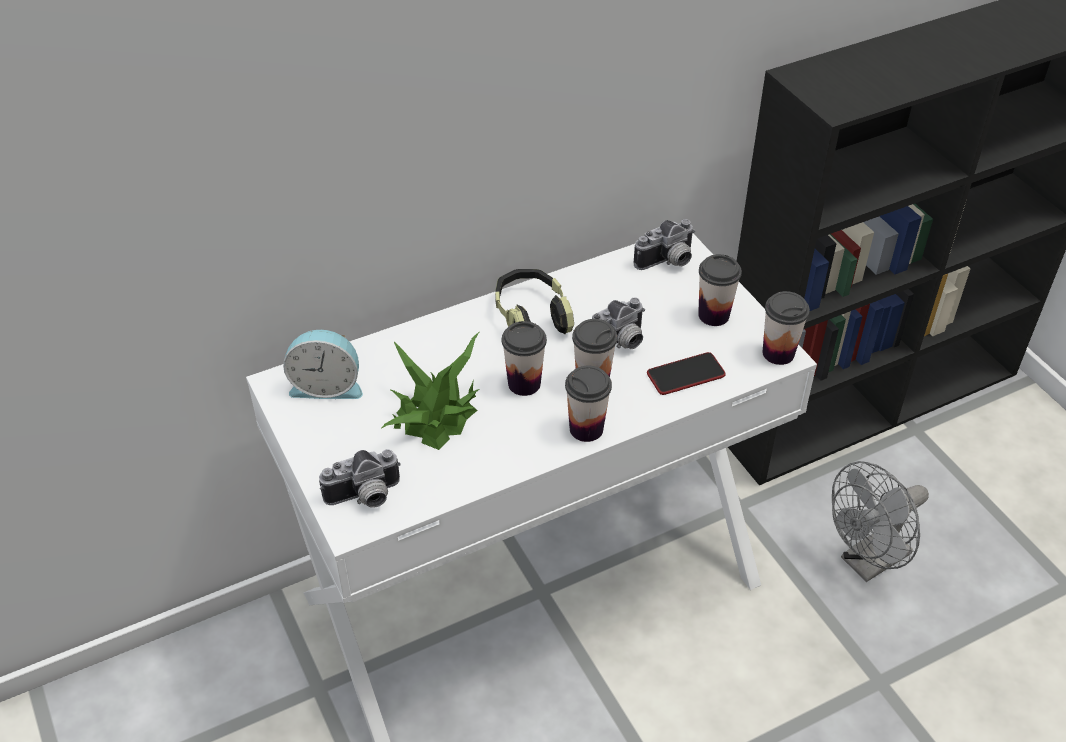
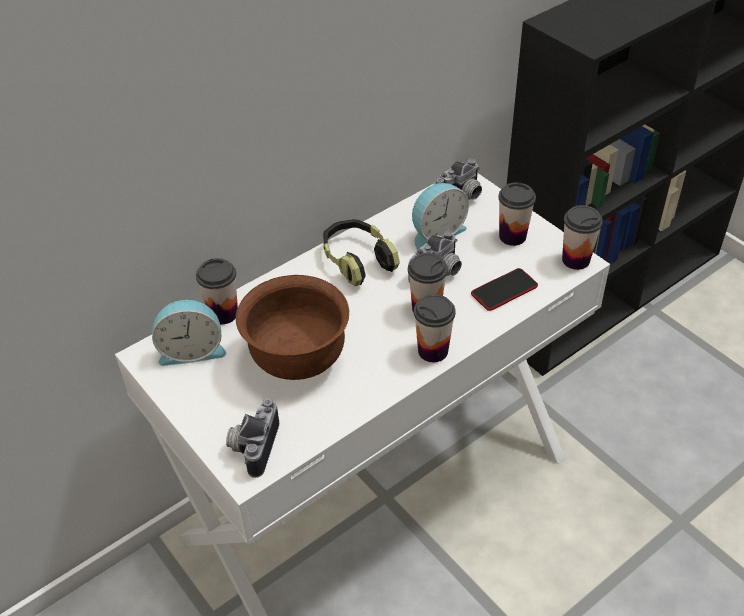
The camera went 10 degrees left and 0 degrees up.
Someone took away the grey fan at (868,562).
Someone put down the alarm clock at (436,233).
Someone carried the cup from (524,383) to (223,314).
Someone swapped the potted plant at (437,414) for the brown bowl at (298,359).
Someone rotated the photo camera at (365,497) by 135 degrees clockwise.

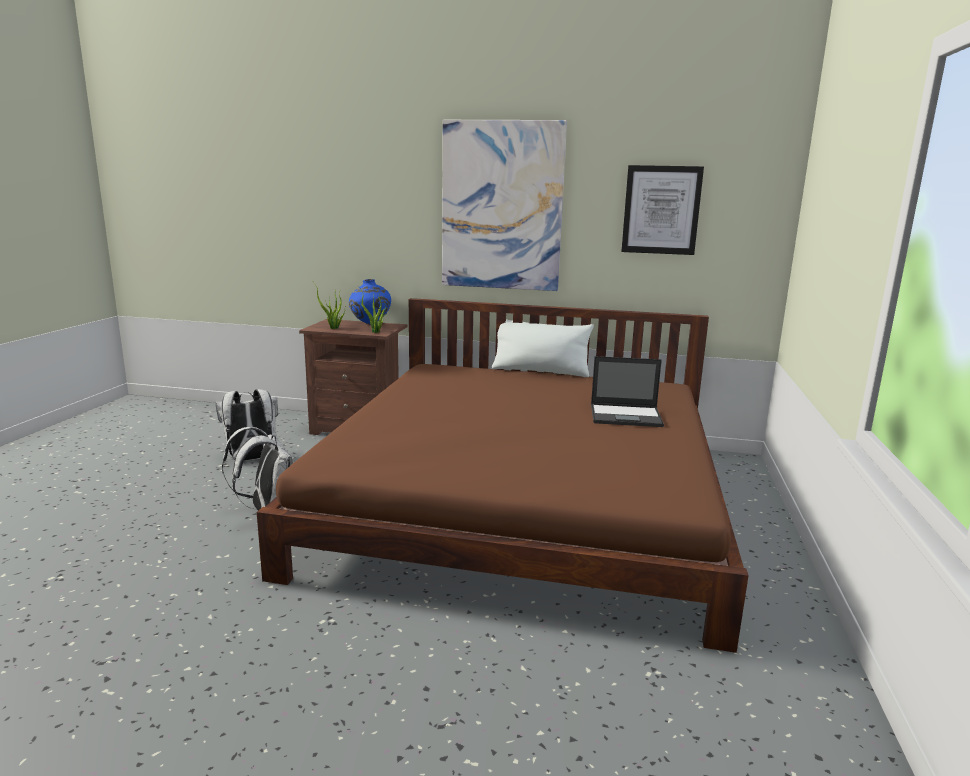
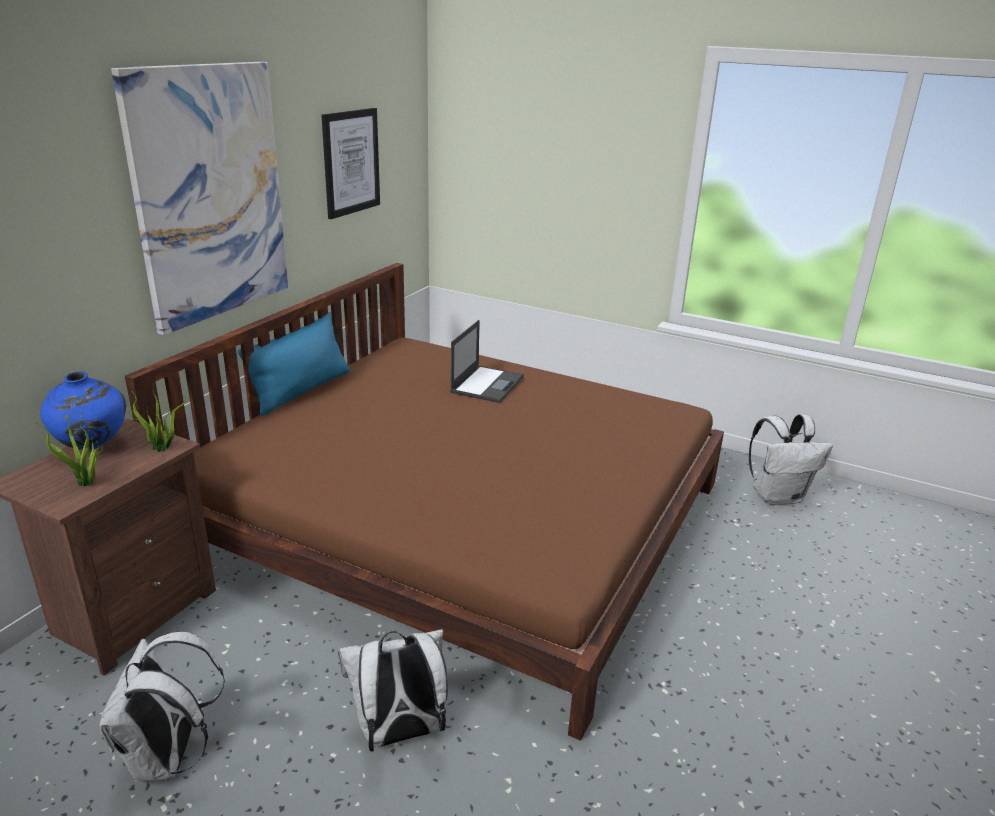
The camera went 75 degrees left and 10 degrees up.
Someone put down the white backpack at (778,496).
Someone repainted the white pillow at (540,371), which became the blue pillow at (301,390).

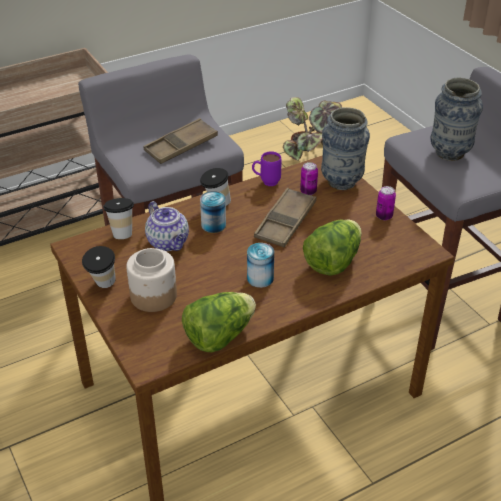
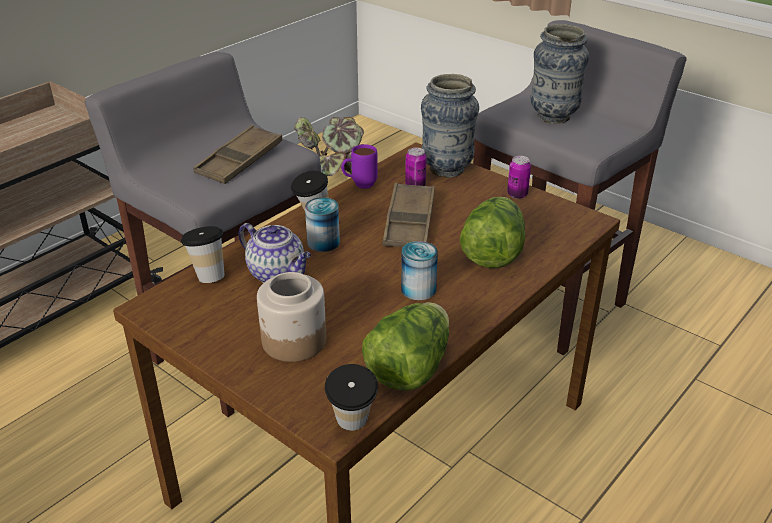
The camera went 20 degrees left and 5 degrees down.
Someone carried the cup from (103,286) to (352,427).

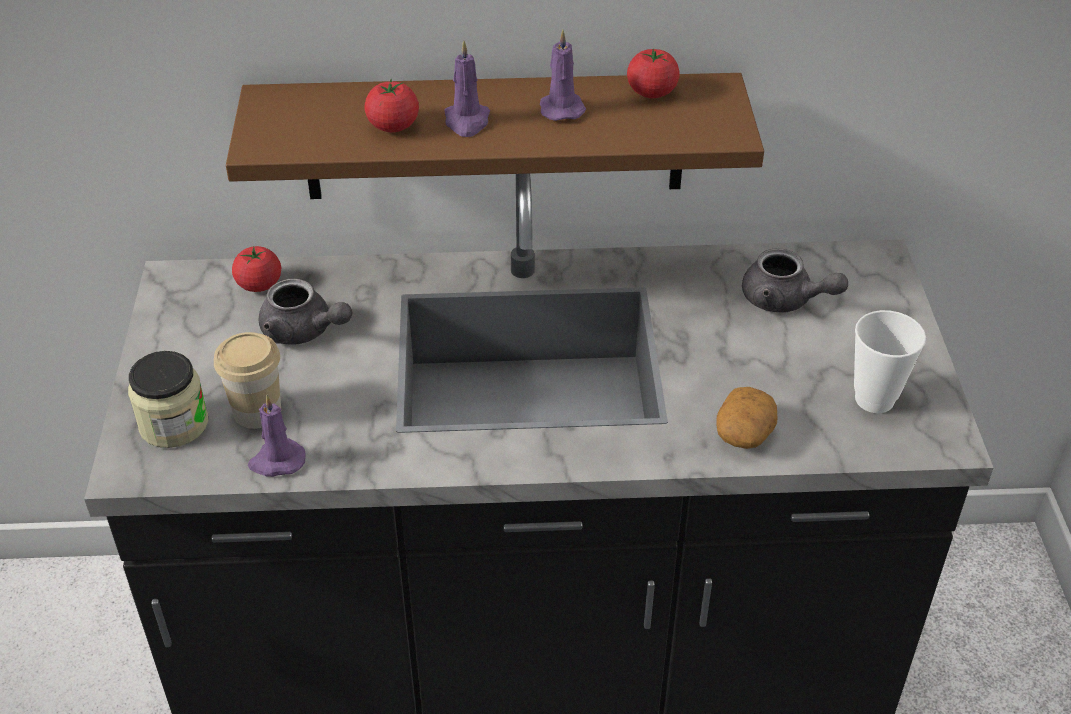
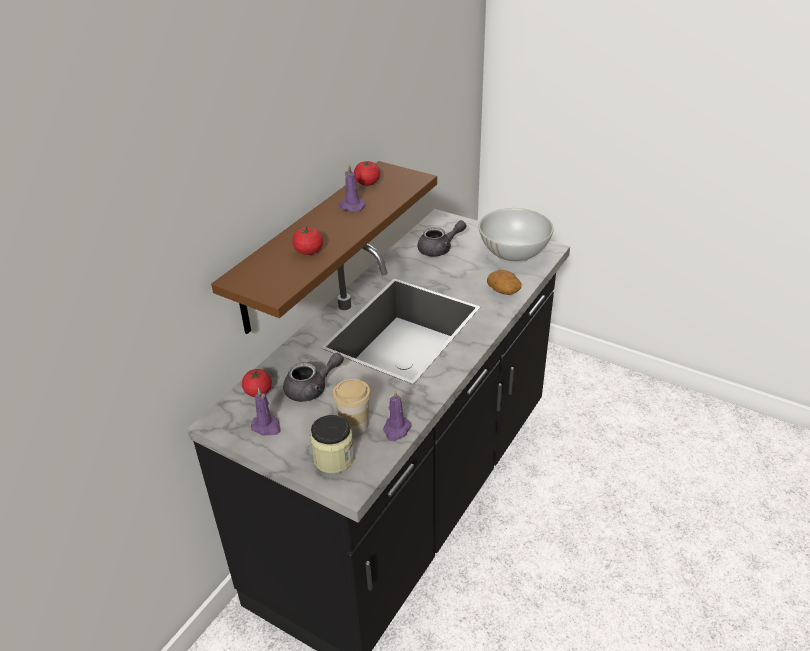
The camera went 55 degrees left and 5 degrees down.
Someone carried the purple candle from (467,122) to (267,427).
Someone swapped the cup at (874,399) for the white bowl at (514,254).

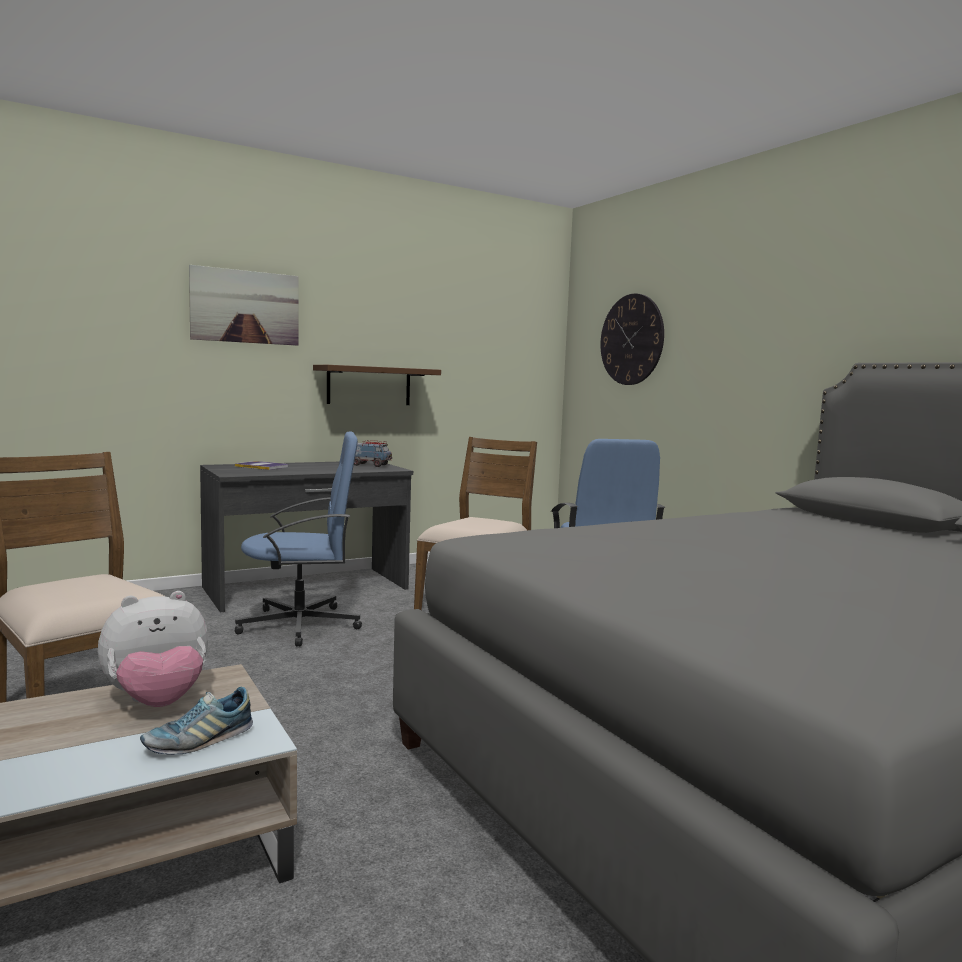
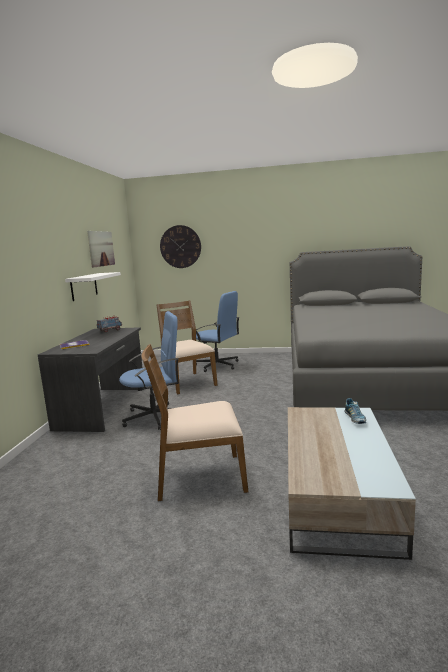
The camera went 50 degrees left and 5 degrees up.
Someone took away the plush toy at (157,702).
Someone carried the picture from (245,307) to (101,248).
Someone repainted the brown shelf at (369,385), which became the white shelf at (84,286).
Someone rotated the blue office chair at (302,625) by 45 degrees clockwise.

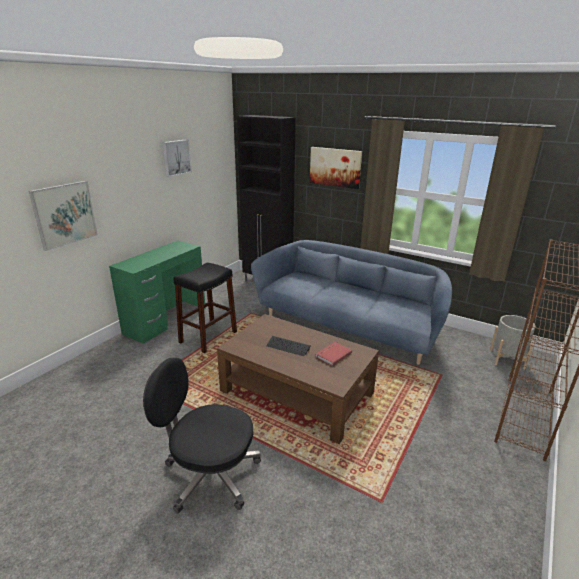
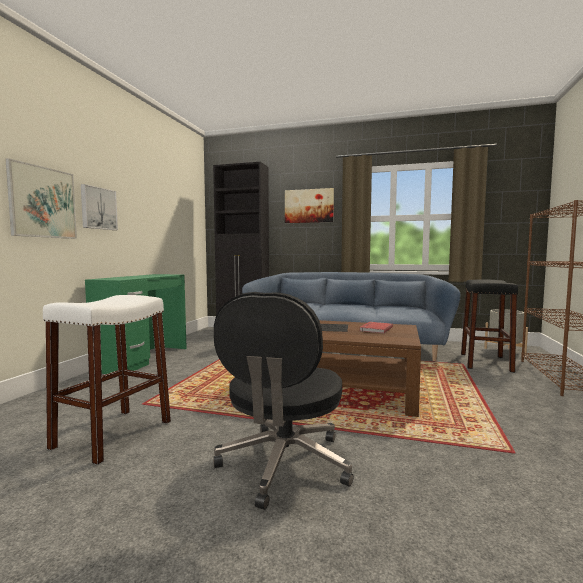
The camera went 15 degrees left and 20 degrees down.
Someone put down the white stool at (113,434).
Someone carried the picture from (176,157) to (98,208).
Someone carried the black stool from (208,337) to (485,362).
Someone rotated the black office chair at (209,474) by 75 degrees counterclockwise.

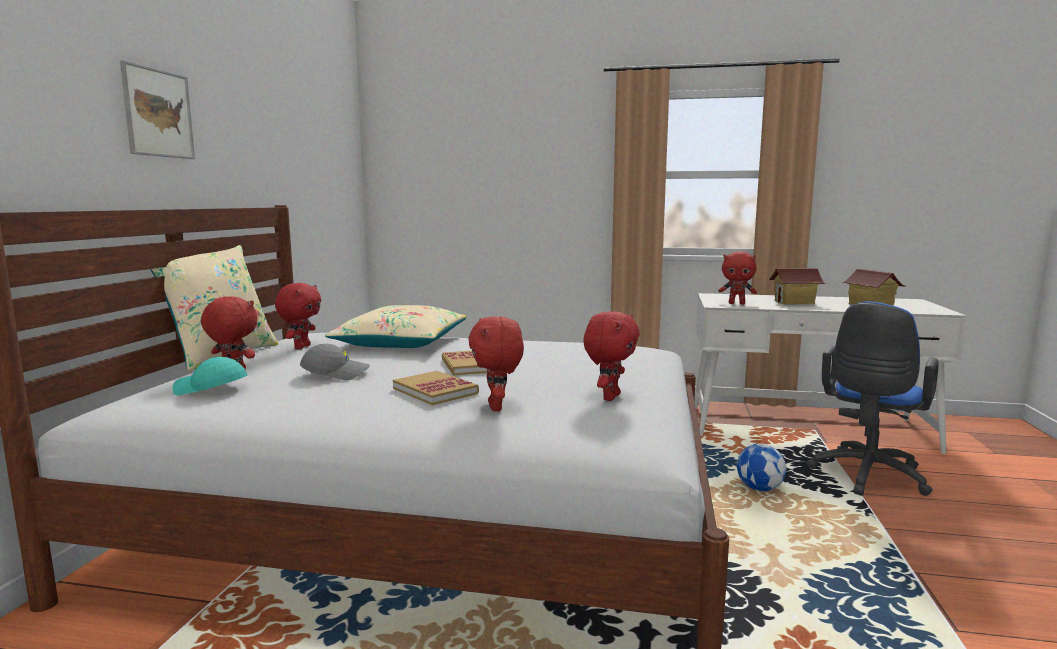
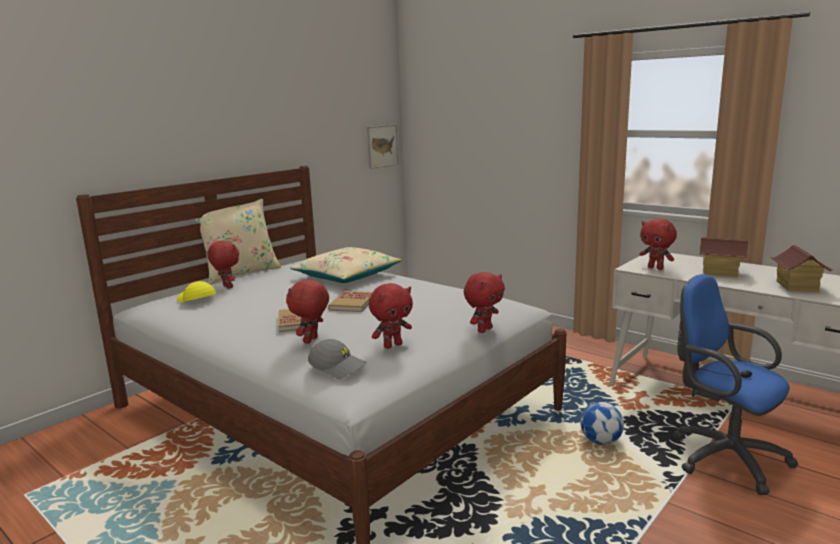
The camera went 30 degrees right and 5 degrees up.
Someone carried the picture from (158,113) to (382,146).
Someone carried the red plush toy from (301,347) to (484,330).
Someone carried the grey cap from (336,373) to (338,367).
Someone repainted the turquoise cap at (210,389), which became the yellow cap at (196,300).
Someone rotated the blue office chair at (866,477) by 75 degrees clockwise.

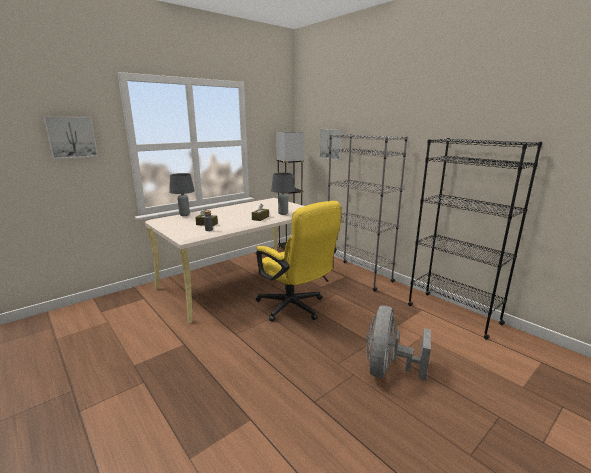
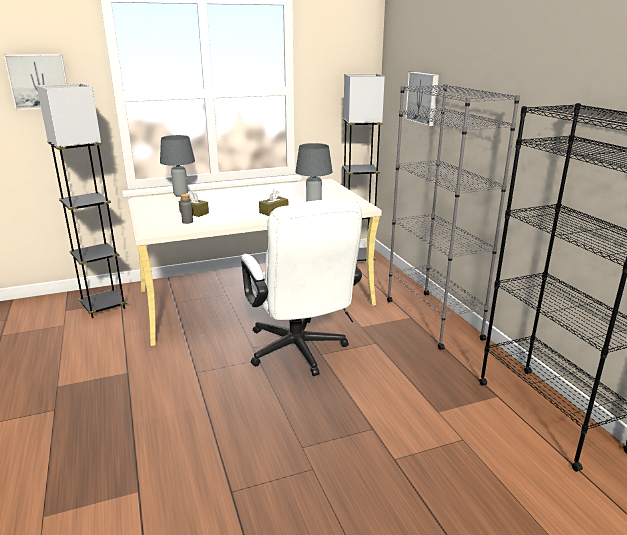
The camera went 20 degrees right and 5 degrees up.
Someone took away the grey fan at (388,369).
Someone put down the grey floor lamp at (103,307).
Someone repainted the yellow office chair at (295,308), which became the white office chair at (299,353).

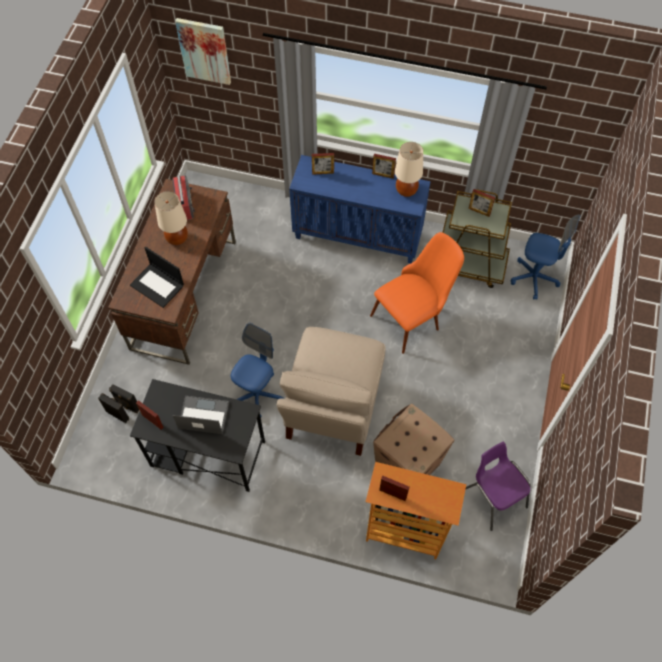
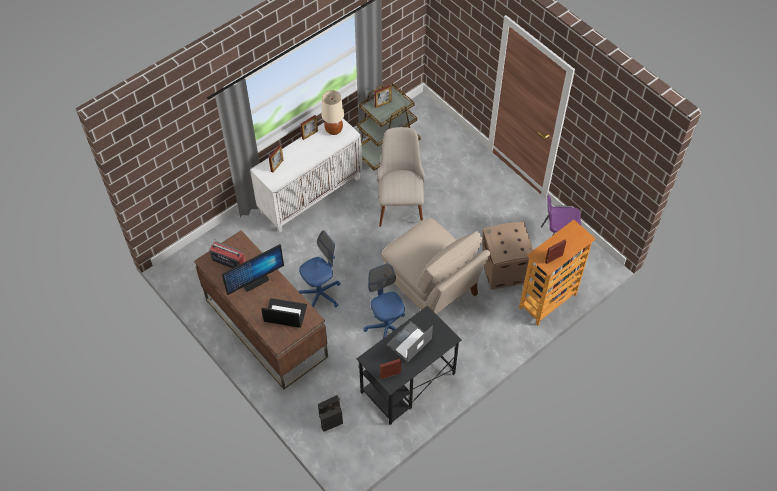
The camera went 55 degrees left and 5 degrees down.
Someone took away the picture at (204,51).
Someone carried the blue office chair from (534,278) to (320,294).
Someone swapped the beige table lamp at (177,238) for the monitor at (254,281).
Someone repainted the blue cabinet at (358,236), which became the white cabinet at (310,195).
Someone repainted the orange chair at (413,316), which became the beige chair at (400,203).
Someone rotated the laptop at (158,285) by 150 degrees counterclockwise.

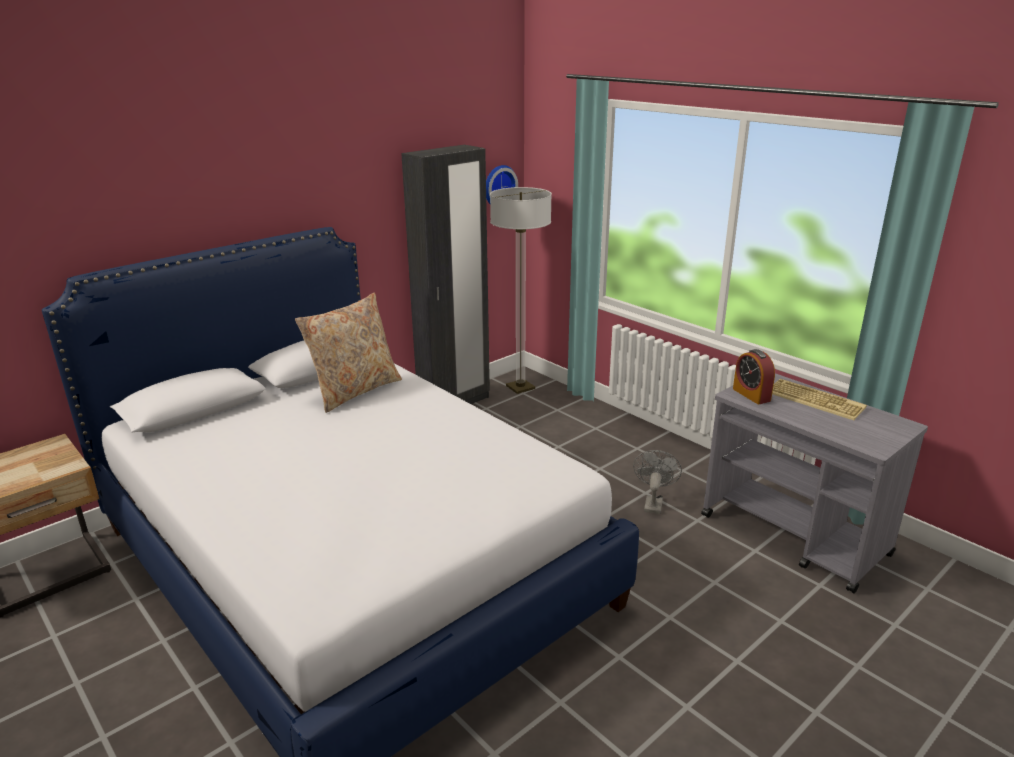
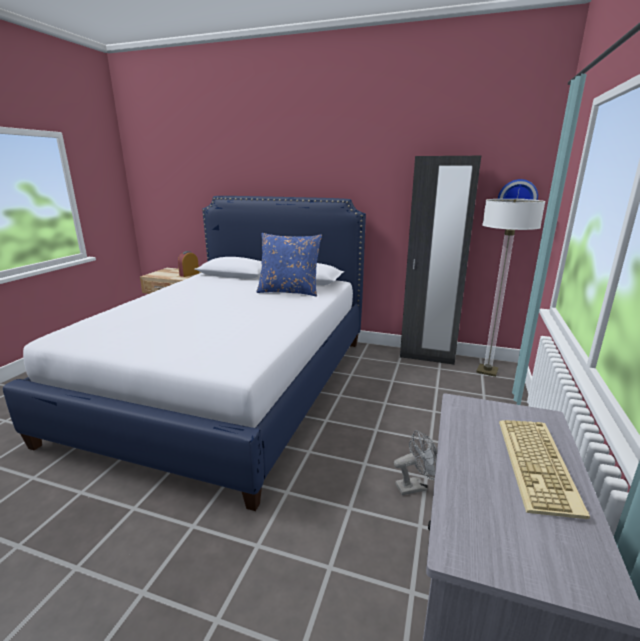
The camera went 60 degrees right and 5 degrees down.
Someone carried the alarm clock from (751,395) to (189,274).
Someone repainted the beige pillow at (355,390), which became the blue pillow at (289,291).

